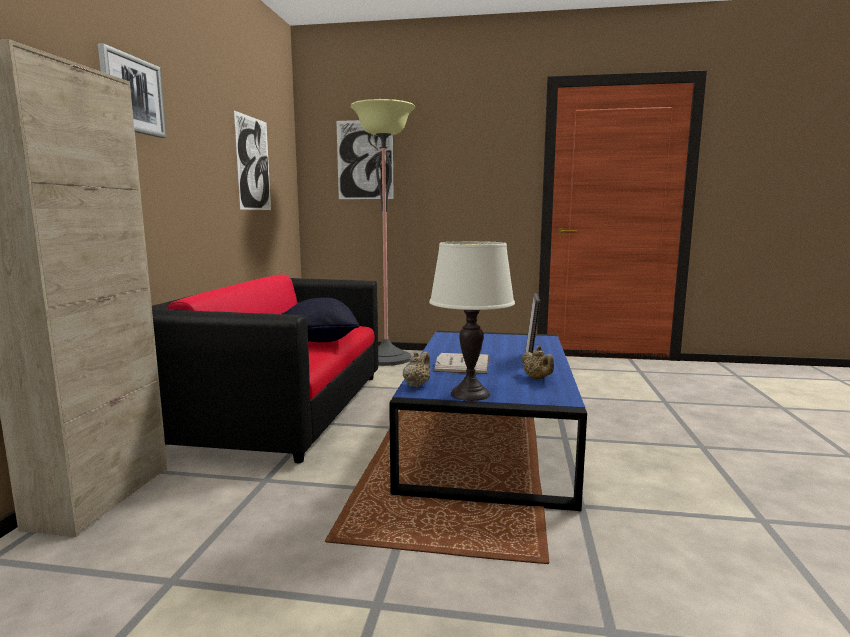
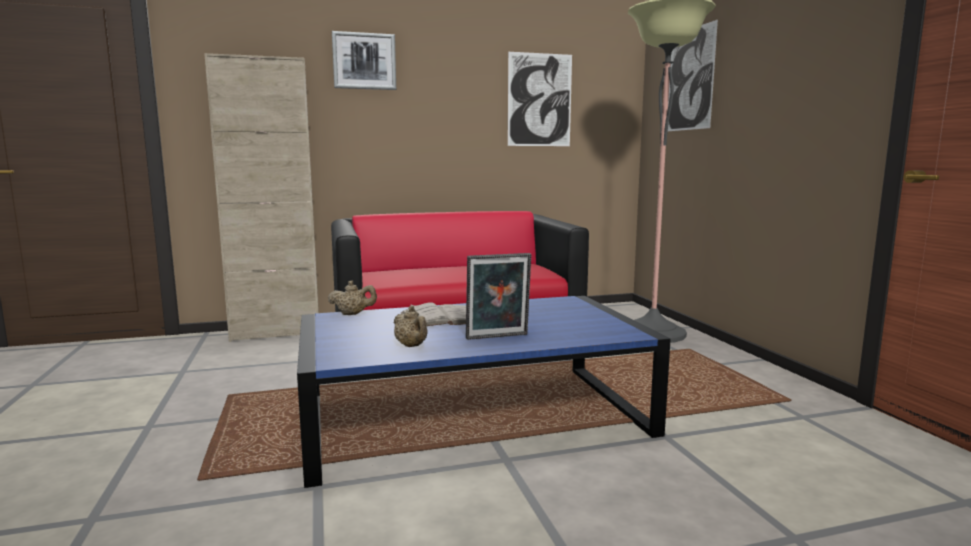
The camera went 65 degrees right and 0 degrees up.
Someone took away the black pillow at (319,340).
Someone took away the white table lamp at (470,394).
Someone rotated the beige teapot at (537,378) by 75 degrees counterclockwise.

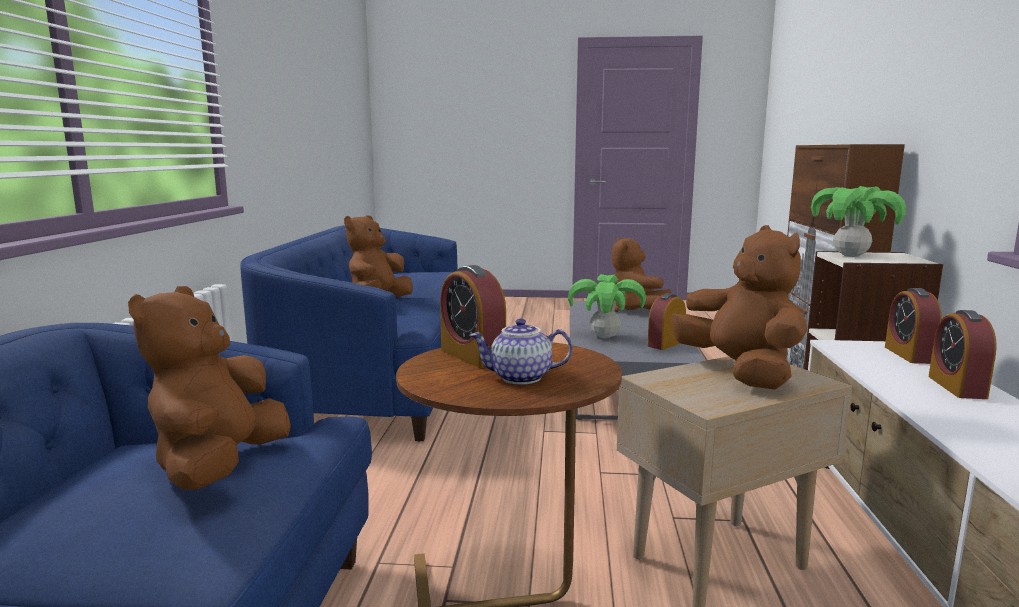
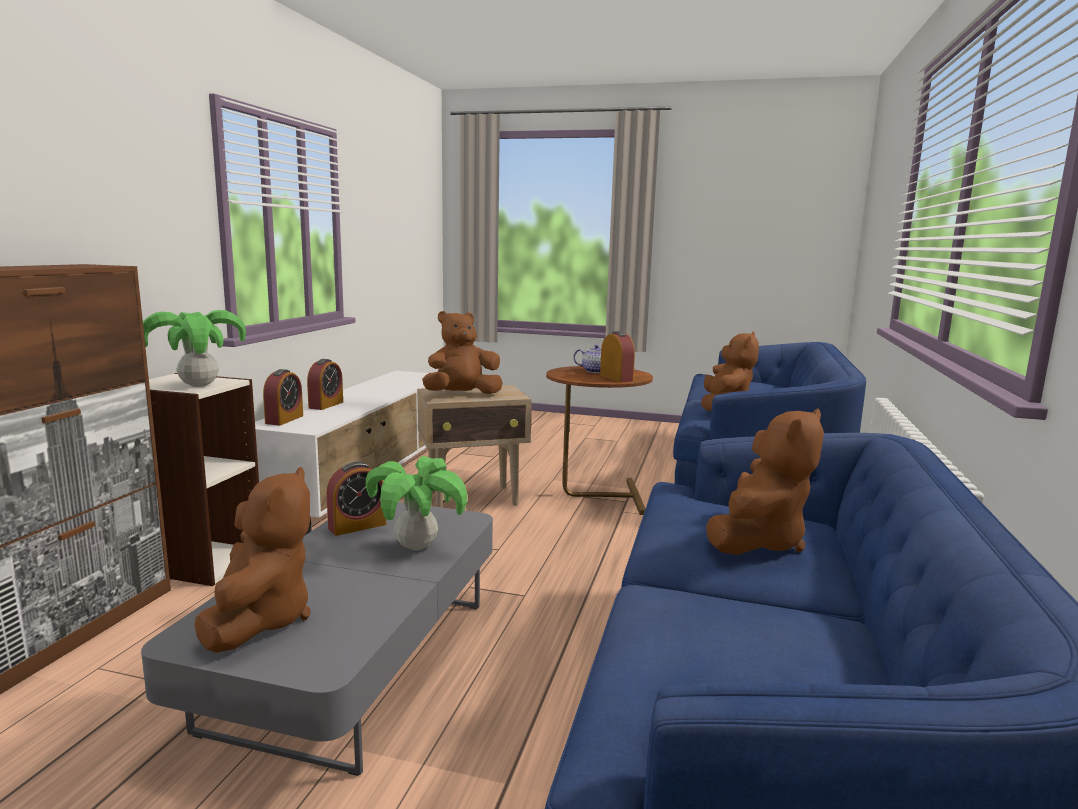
The camera went 170 degrees left and 0 degrees up.
Someone rotated the brown plush toy at (740,372) by 75 degrees clockwise.

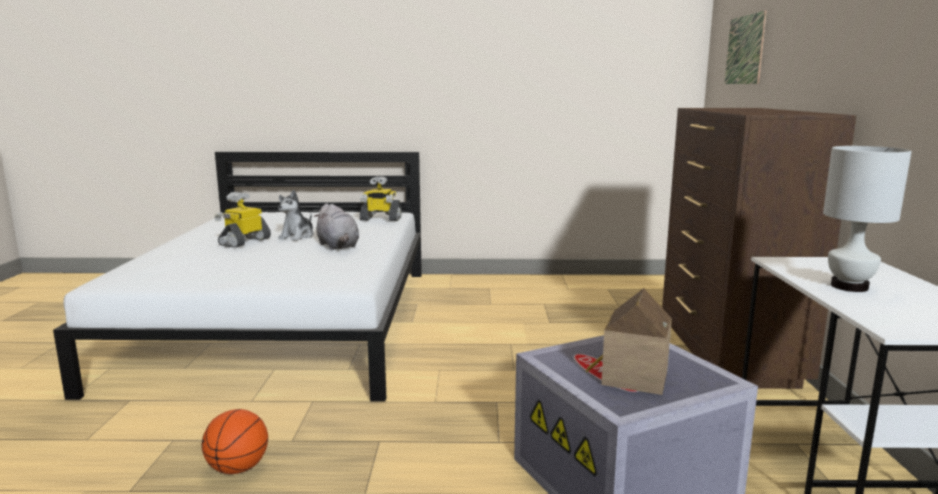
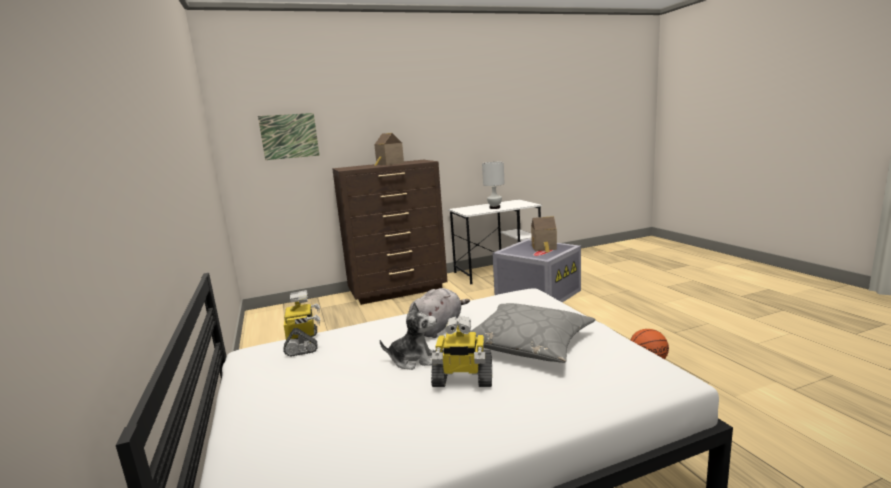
The camera went 110 degrees left and 0 degrees up.
Someone put down the toy house at (389,164).
Someone put down the grey pillow at (528,343).

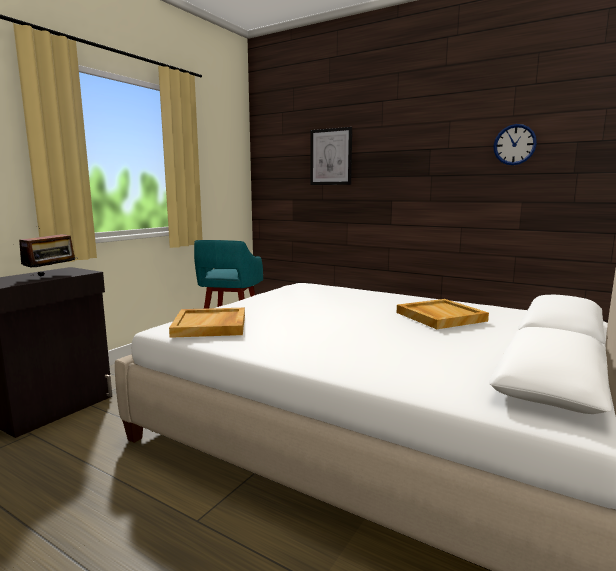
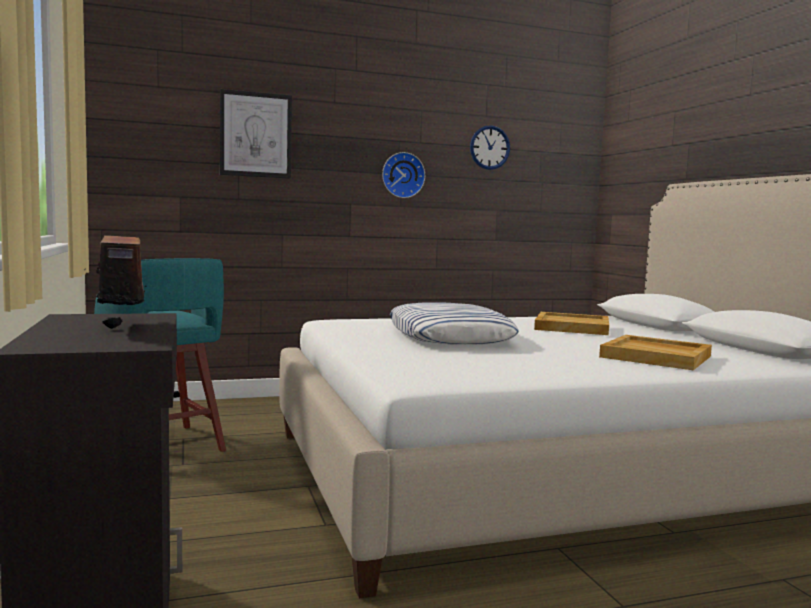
The camera went 50 degrees left and 5 degrees down.
Someone put up the wall clock at (402,175).
Someone put down the pillow at (449,336).
Someone carried the beige tray from (210,326) to (657,356).

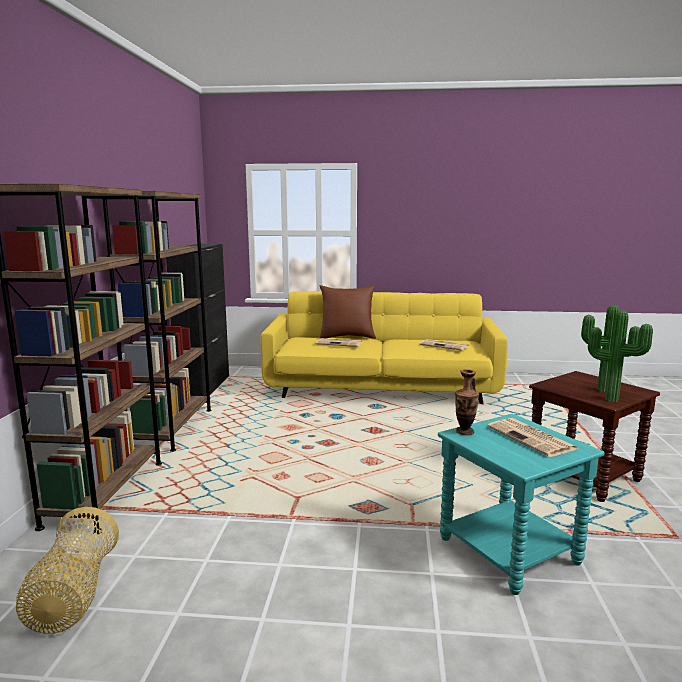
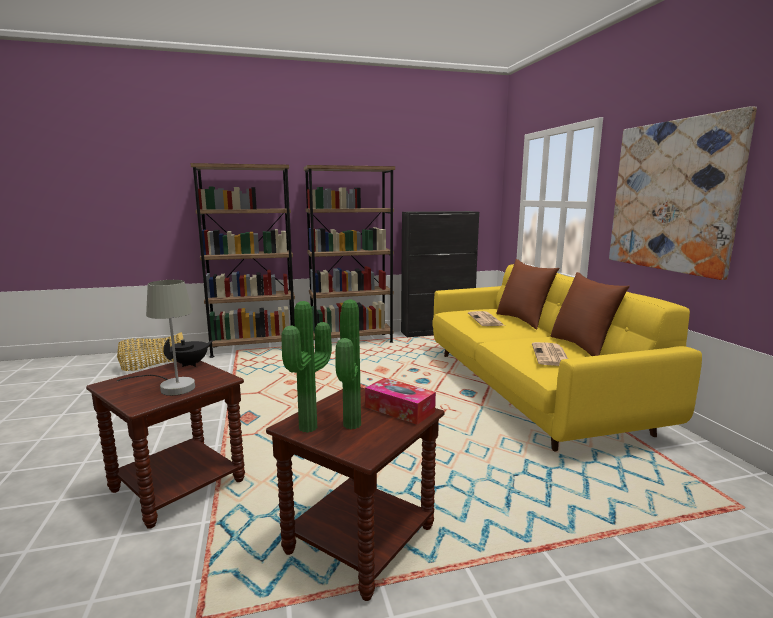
The camera went 70 degrees right and 0 degrees up.
Someone put down the tissue box at (399,409).
Someone put down the brown pillow at (582,346).
Someone put up the picture at (672,196).
Someone swapped the vase at (464,432) for the black teapot at (191,364).
Someone swapped the newspaper at (532,438) for the grey table lamp at (171,387).
Someone repainted the turquoise side table at (507,551), which became the brown side table at (178,485).

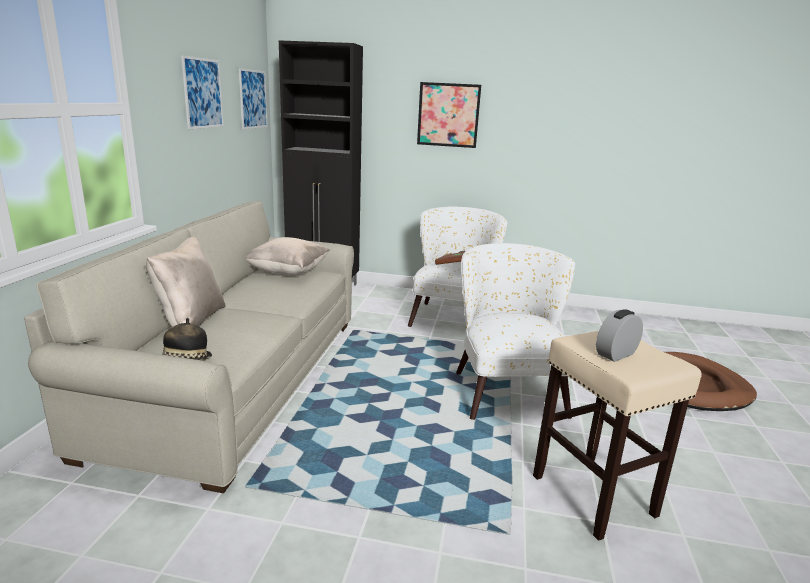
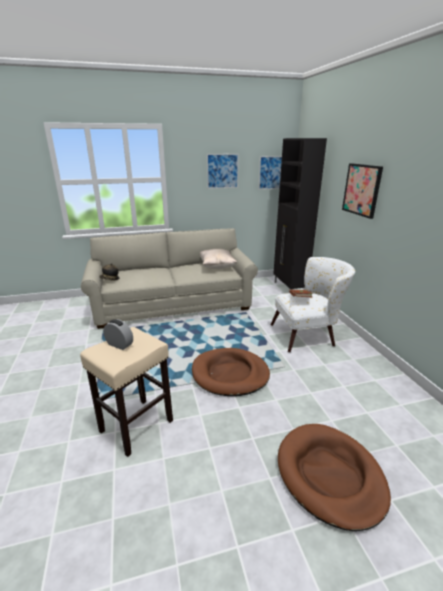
The camera went 65 degrees right and 5 degrees up.
Someone took away the beige pillow at (190,321).
Someone swapped the white armchair at (505,387) for the brown dog bed at (230,374).

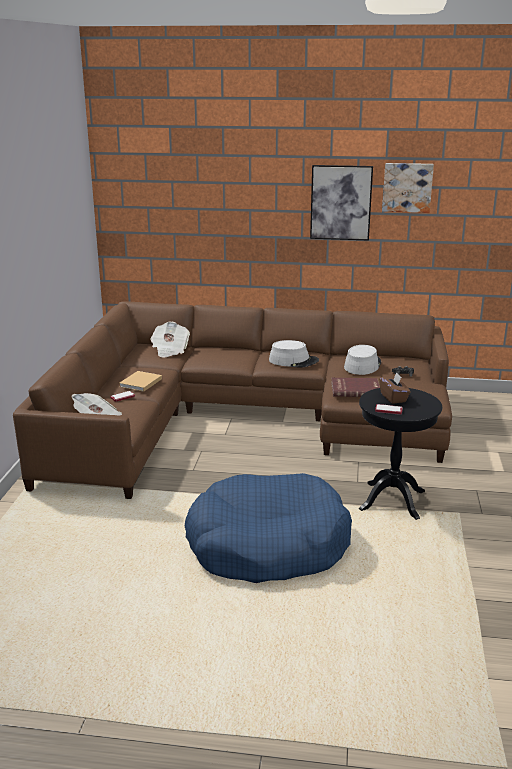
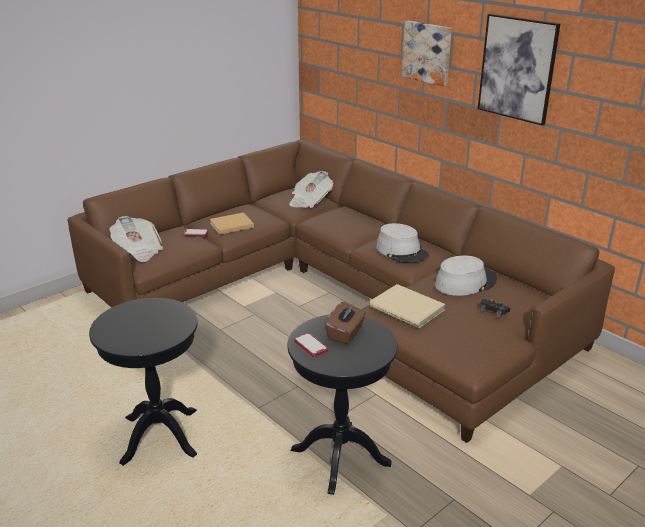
The camera went 40 degrees right and 5 degrees up.
Someone carried the picture from (407,187) to (427,52).
Someone swapped the blue dog bed at (267,545) for the black side table at (160,436).
Someone repainted the red book at (355,389), which became the beige book at (407,308).

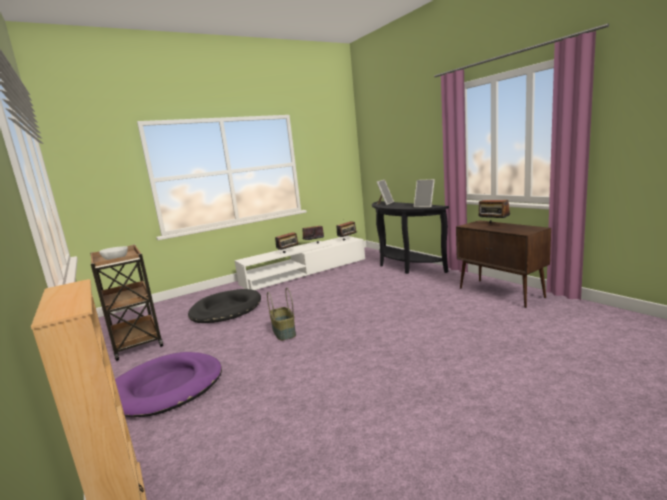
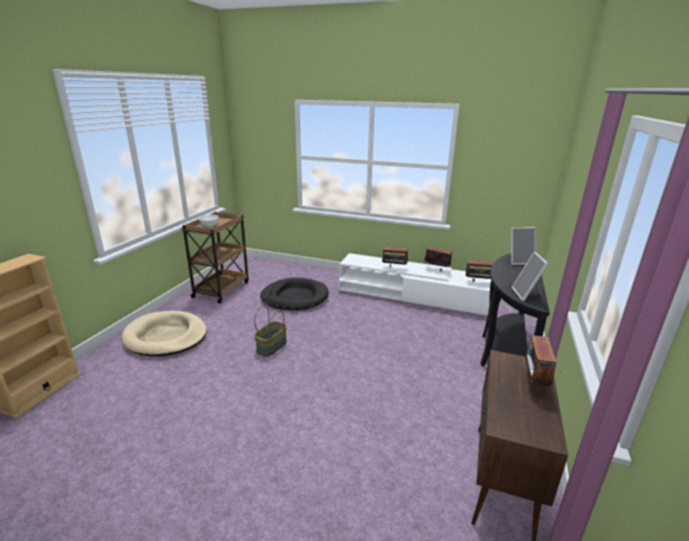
The camera went 50 degrees right and 10 degrees up.
Someone repainted the purple dog bed at (167,387), which became the beige dog bed at (166,337).

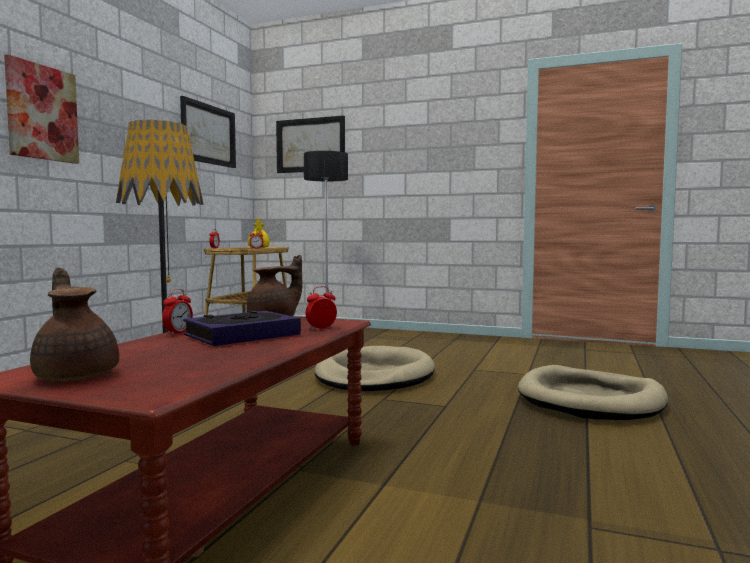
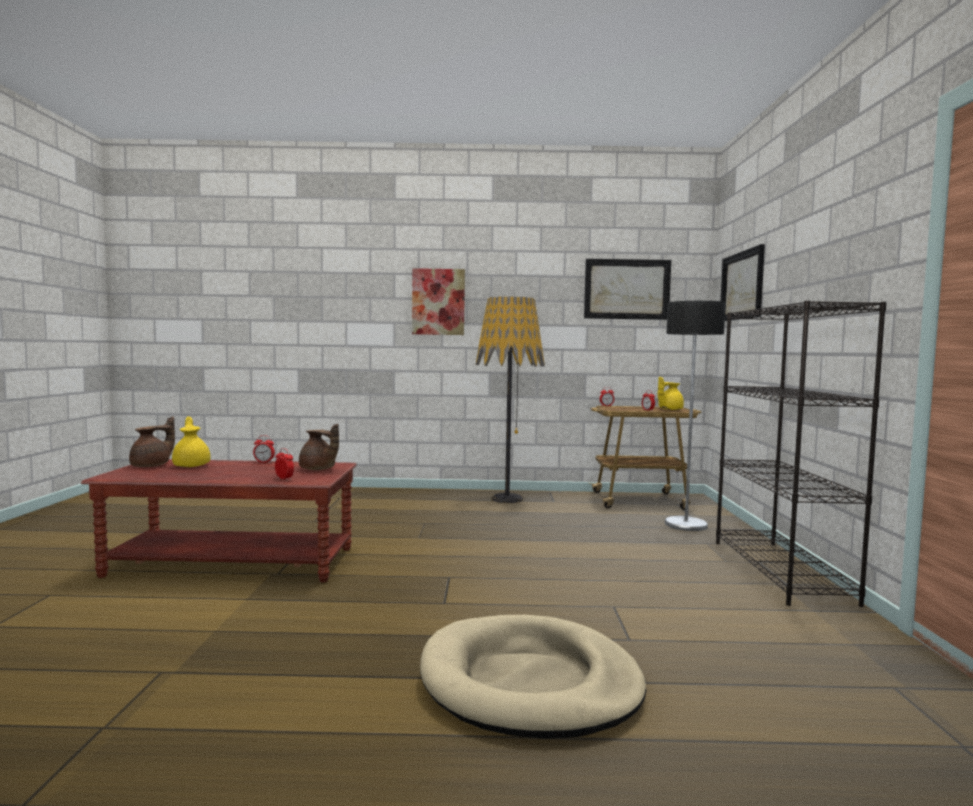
The camera went 70 degrees right and 0 degrees up.
Someone took away the book at (242,335).
Someone took away the beige dog bed at (374,375).
Someone put down the yellow teapot at (192,465).
Someone put down the black bookcase at (781,571).

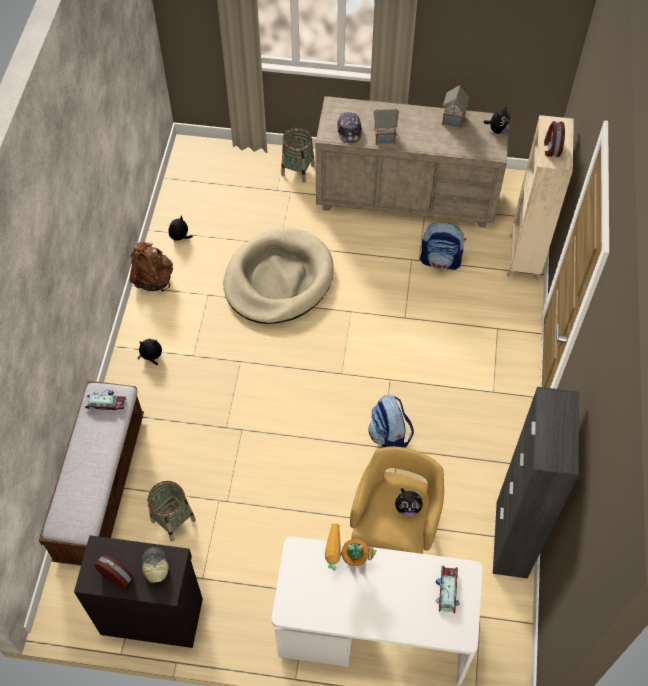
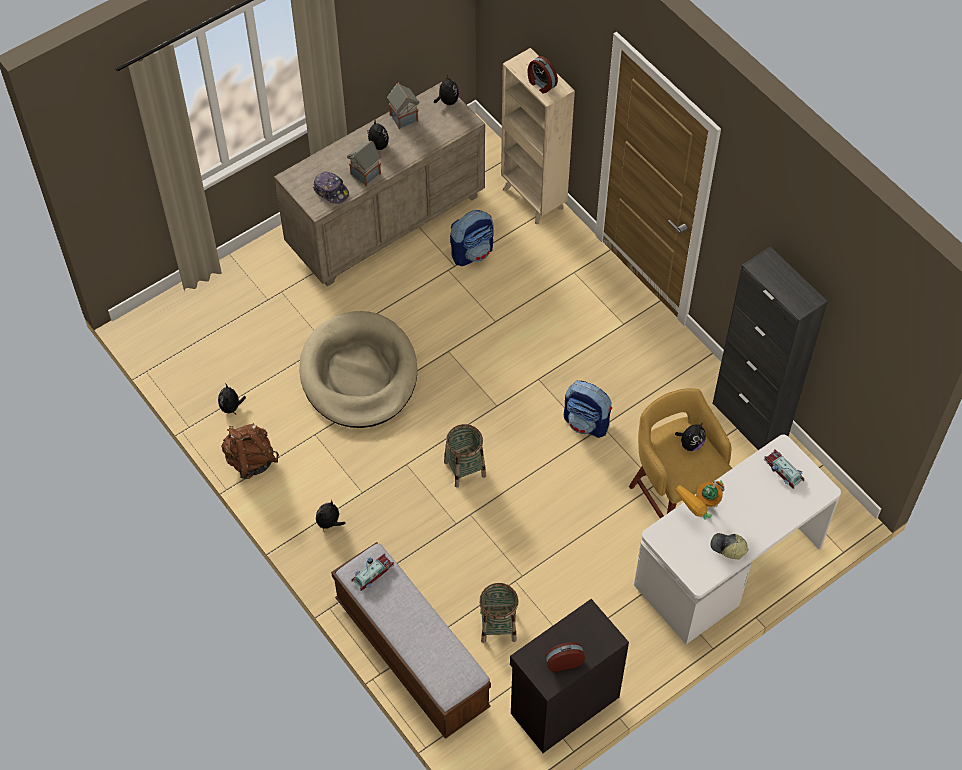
The camera went 45 degrees left and 0 degrees up.
Someone put down the plush toy at (377,146).
Someone carried the cap from (155,567) to (728,548).
Someone carried the basket from (298,170) to (465,469).

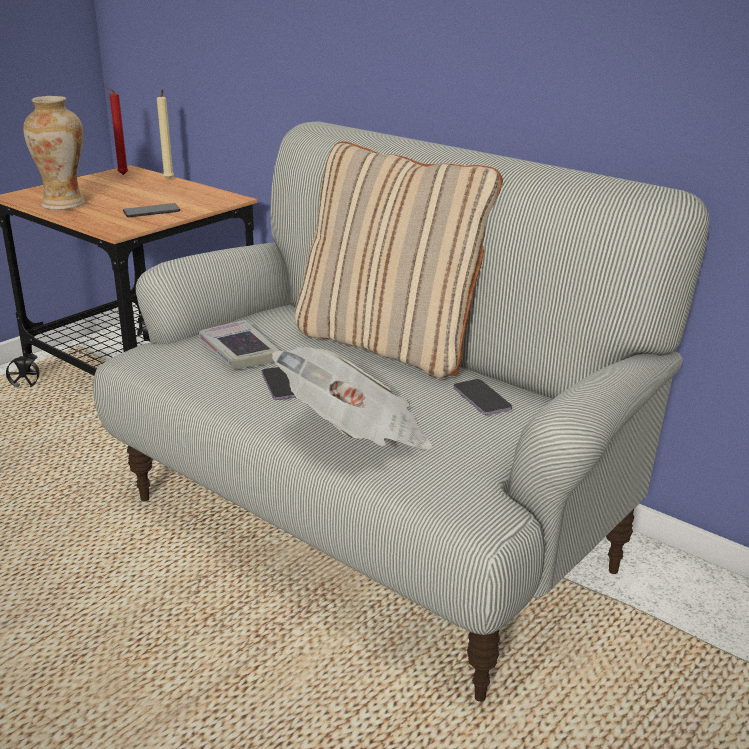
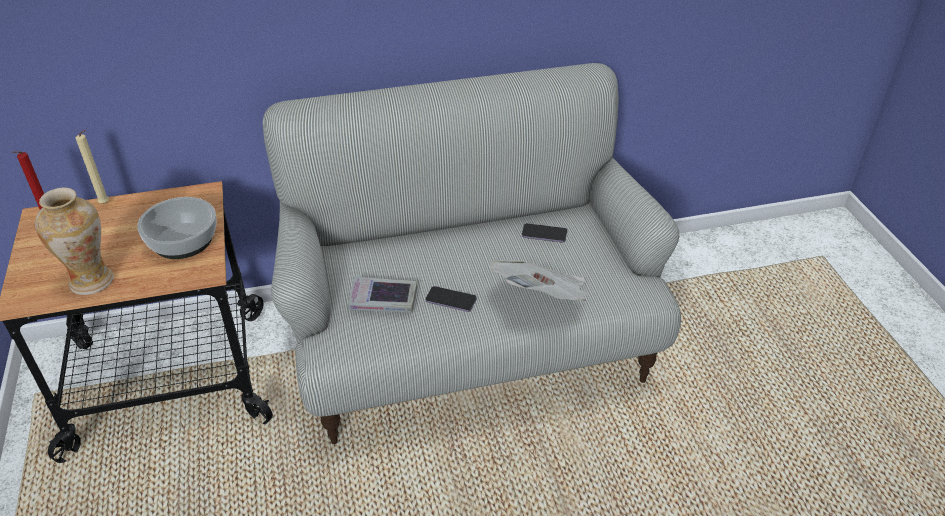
The camera went 55 degrees left and 15 degrees up.
Someone took away the beige pillow at (391,345).
Someone swapped the phone at (151,212) for the bowl at (182,241).

